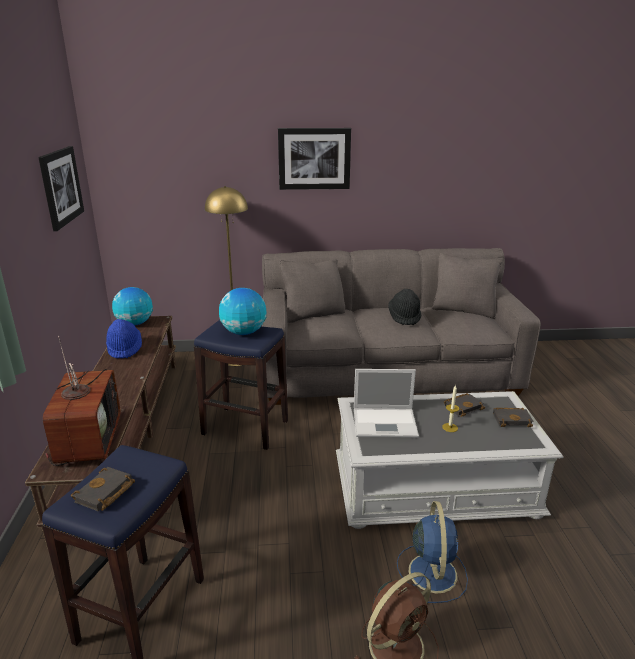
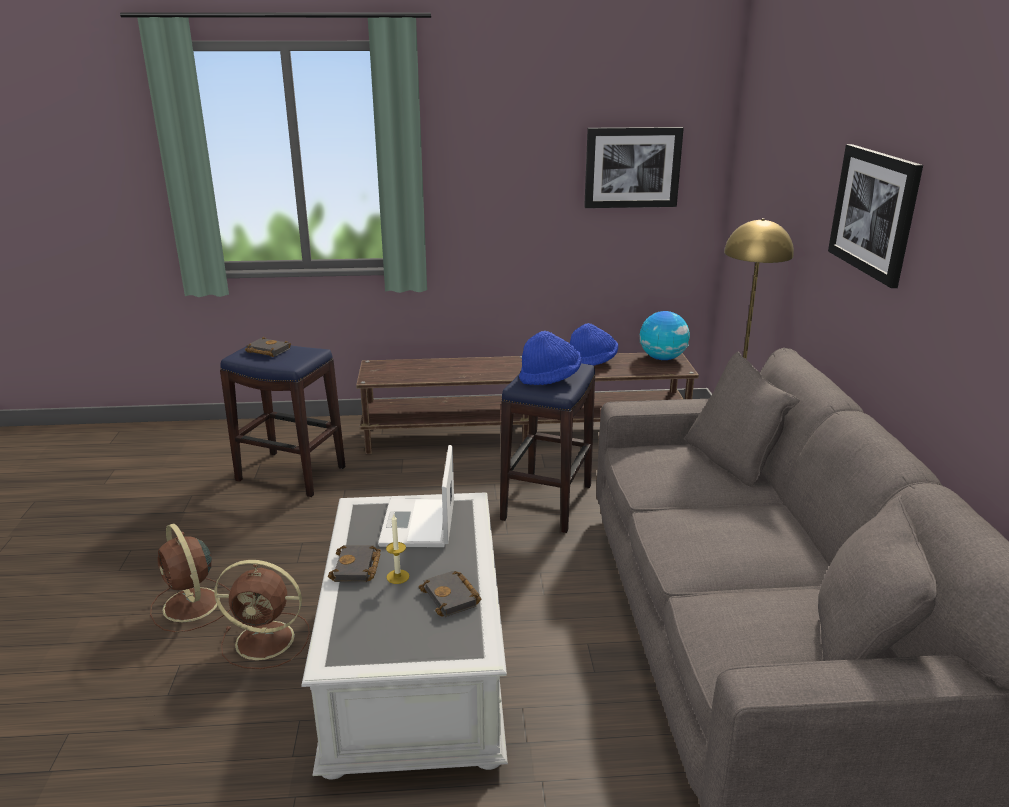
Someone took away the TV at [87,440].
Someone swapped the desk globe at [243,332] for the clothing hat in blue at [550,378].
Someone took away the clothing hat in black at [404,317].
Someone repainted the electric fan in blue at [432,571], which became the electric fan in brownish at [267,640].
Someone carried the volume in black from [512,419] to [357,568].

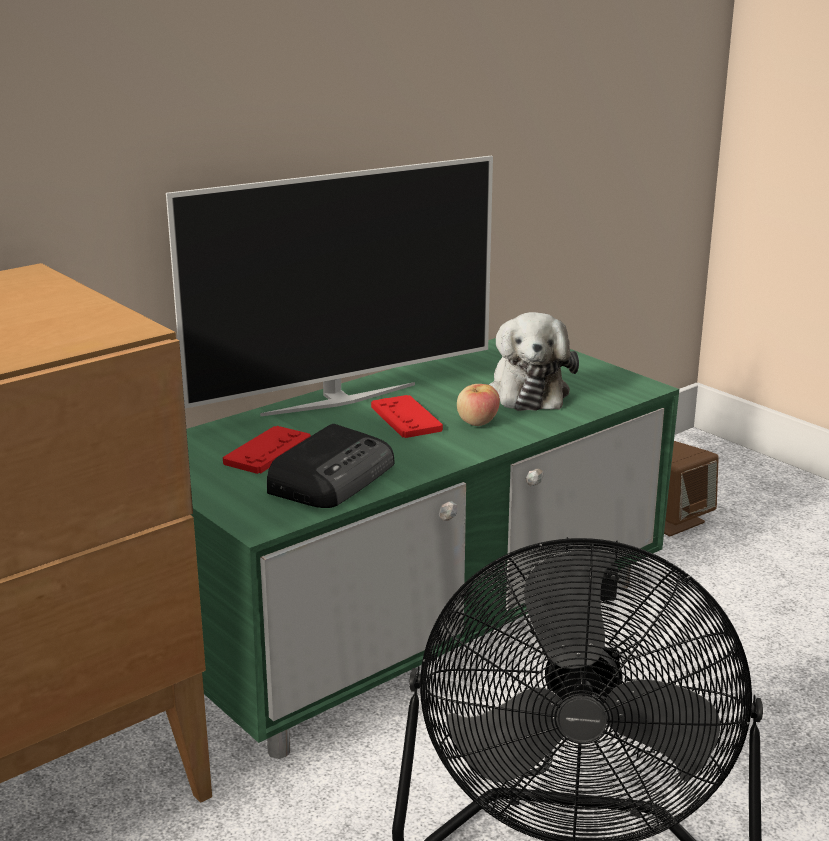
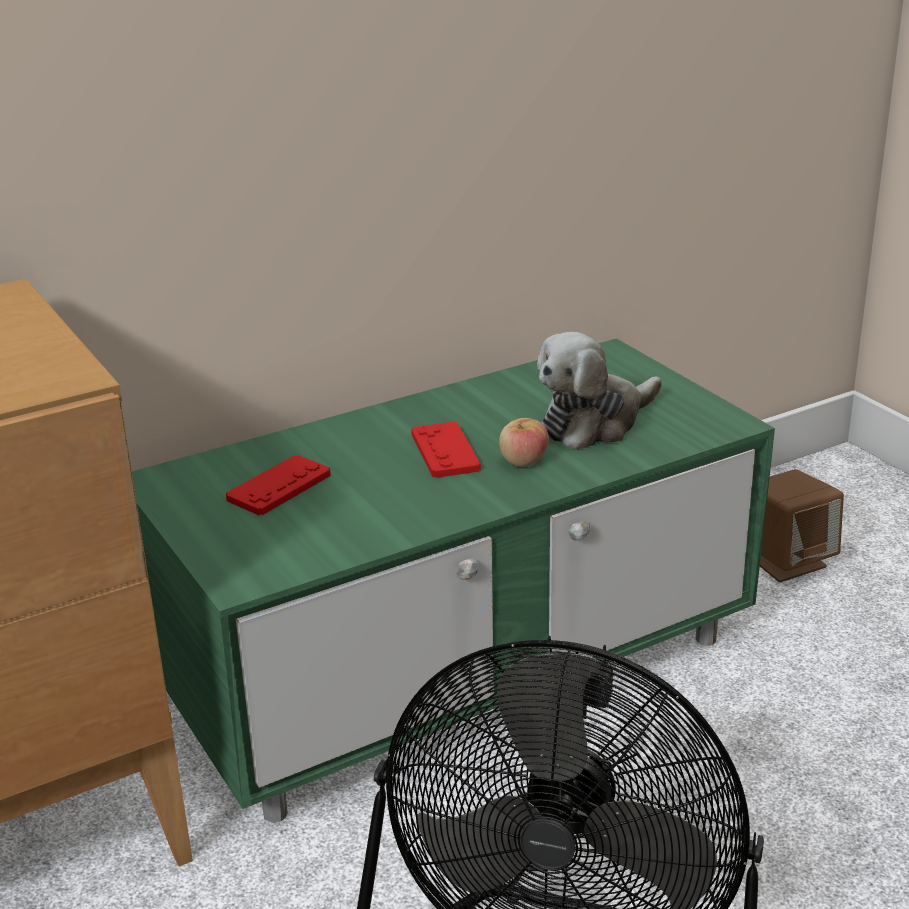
Someone took away the TV at [338,399].
Someone took away the radio set at [333,477].
Someone rotated the soft toy at [527,392] by 45 degrees clockwise.

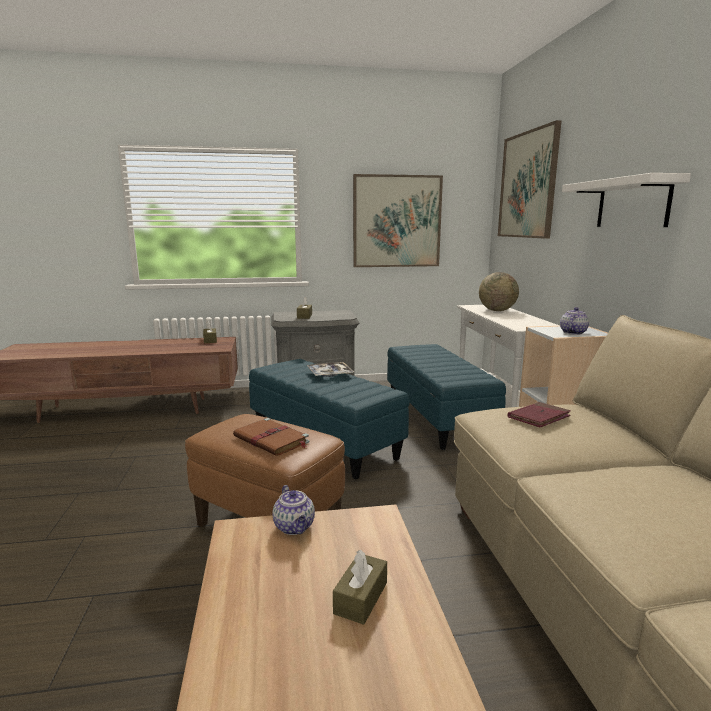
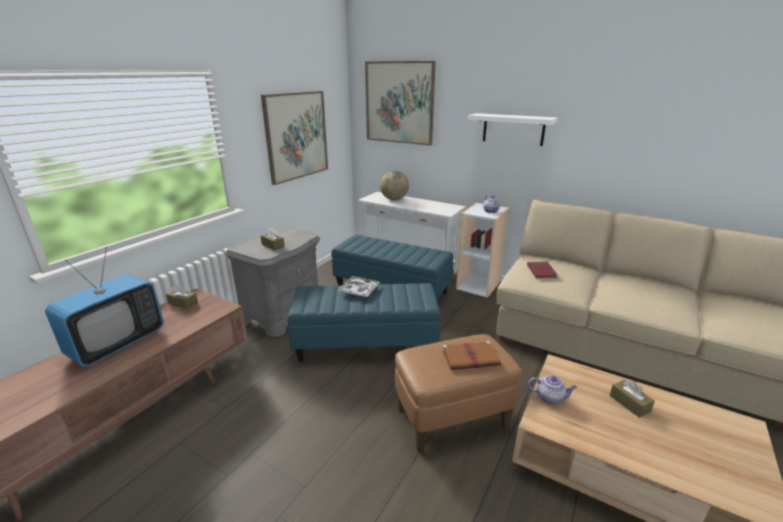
Someone put down the TV at [117,343].

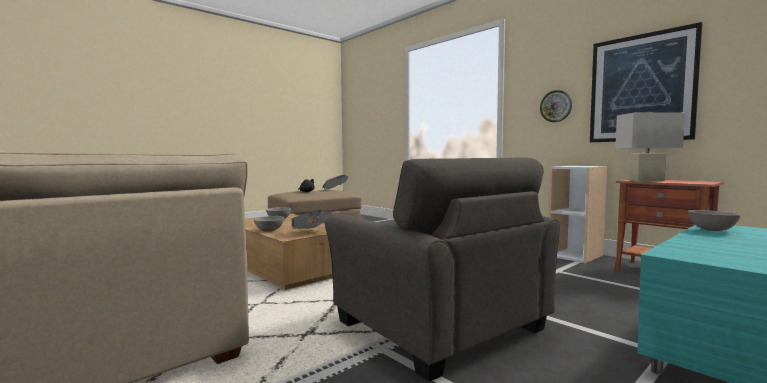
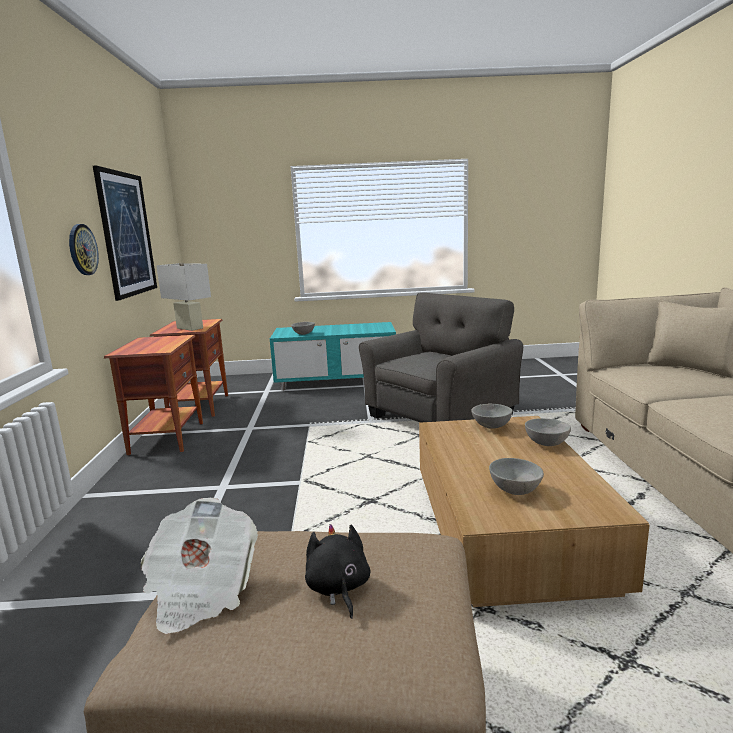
Someone swapped the printed paper at [312,232] for the bowl in gray at [491,427].
Someone rotated the easy chair in gray at [439,325] by 45 degrees clockwise.
Someone swapped the bookcase at [576,255] for the nightstand at [167,437].

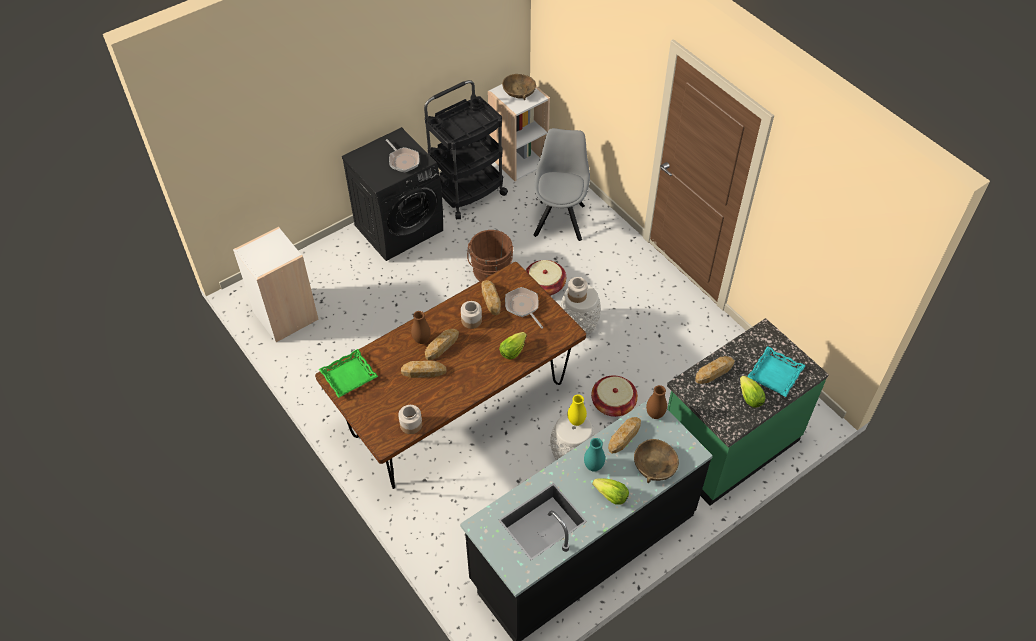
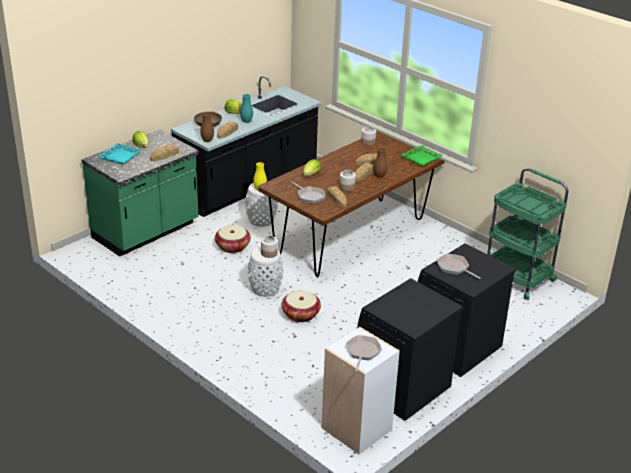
Someone swapped the bookcase at [285,315] for the cart in green-coloured at [516,278].
Someone swapped the cart in black at [467,192] for the laundry machine in black at [402,388].
Someone took away the water bucket in brownish at [491,273].
Someone swapped the bowl in brownish at [519,91] for the skillet at [362,352].
Someone took away the chair in gray at [560,220].

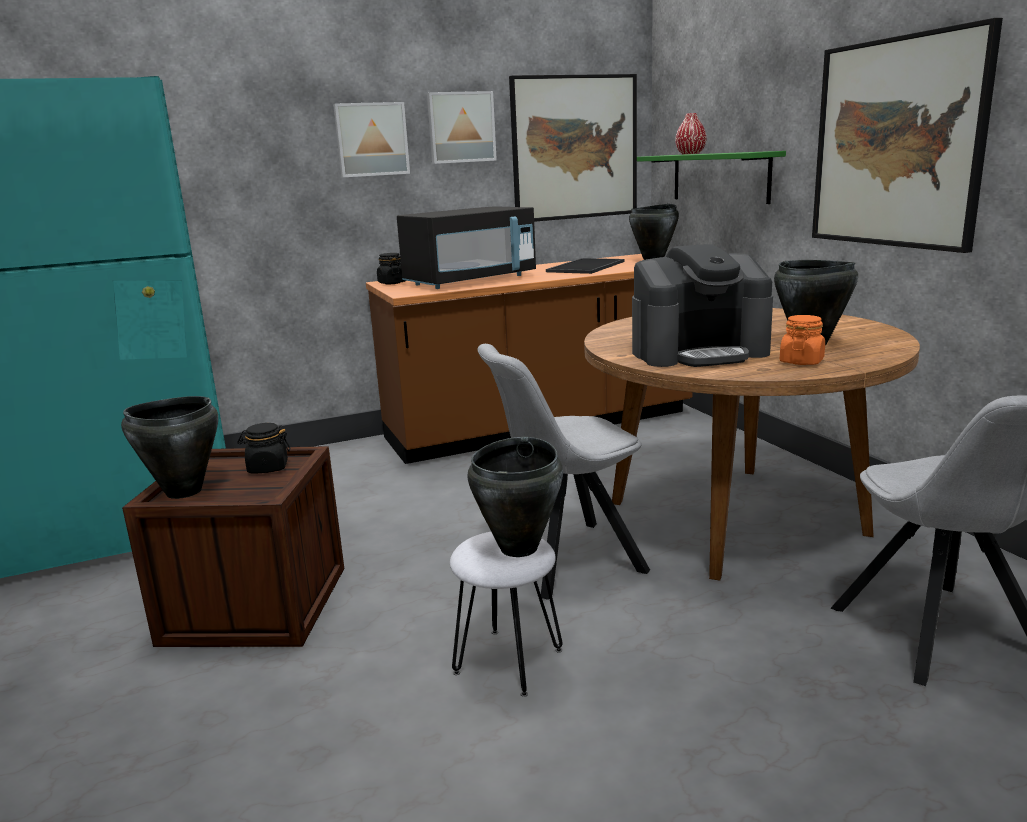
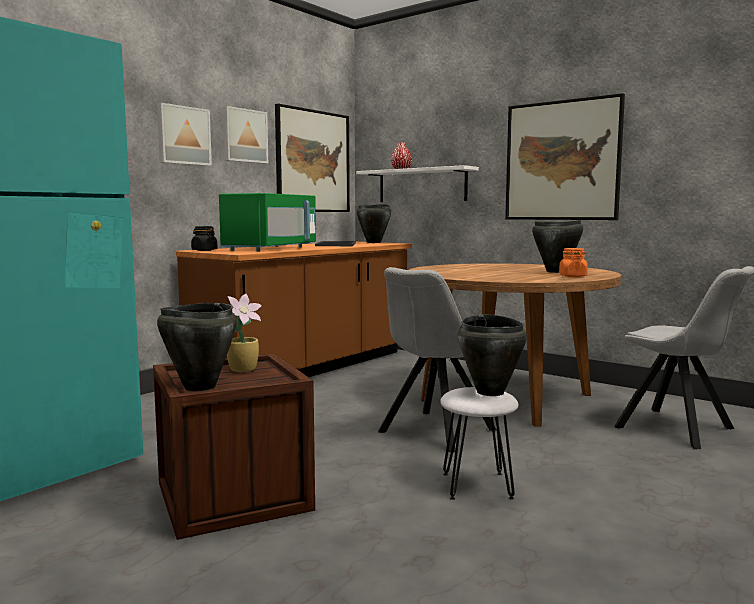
Someone swapped the preserve jar in black at [267,468] for the houseplant at [244,369].
Someone repainted the kitchen microwave in black at [471,281], which became the kitchen microwave in green-coloured at [271,249].
Someone took away the coffee machine at [699,352].
Someone repainted the wall shelf in green-coloured at [719,177], which became the wall shelf in whitish at [422,185].

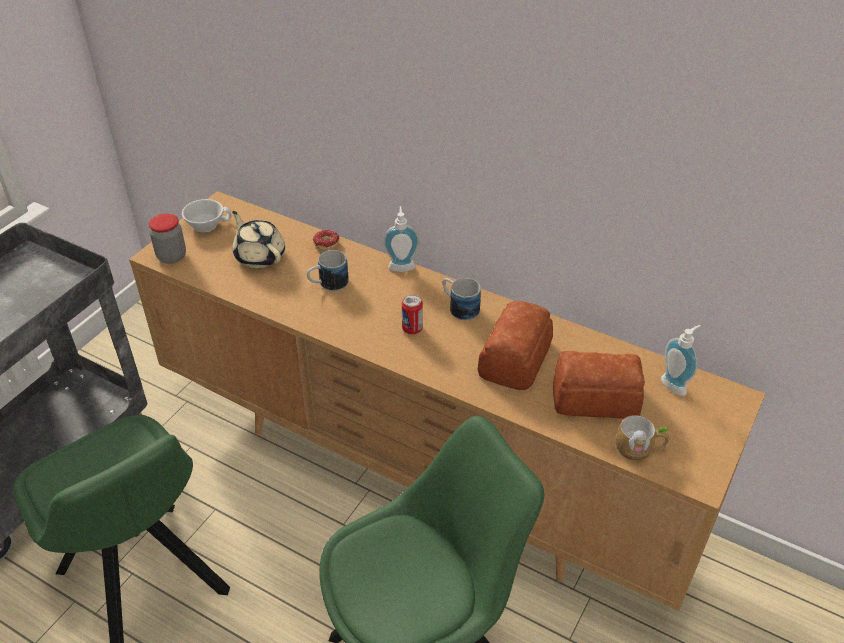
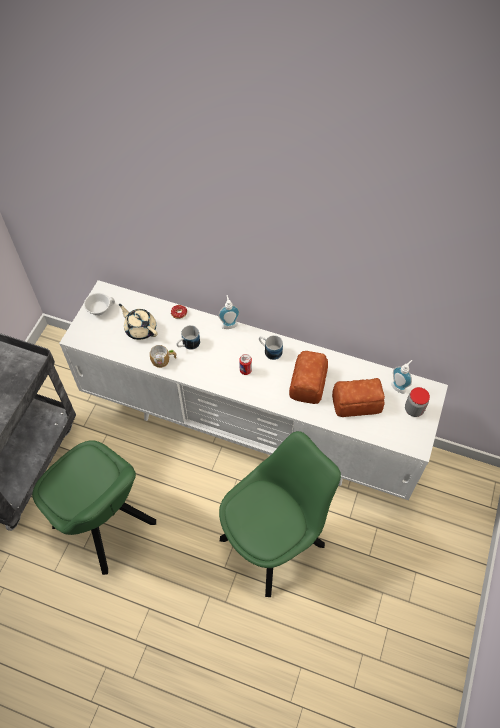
Someone repainted the storage cabinet in brownish at [425,469], which became the storage cabinet in whitish at [251,427].
Someone carried the preserve jar from [171,256] to [414,409].
Someone carried the tea mug from [640,448] to [164,360].

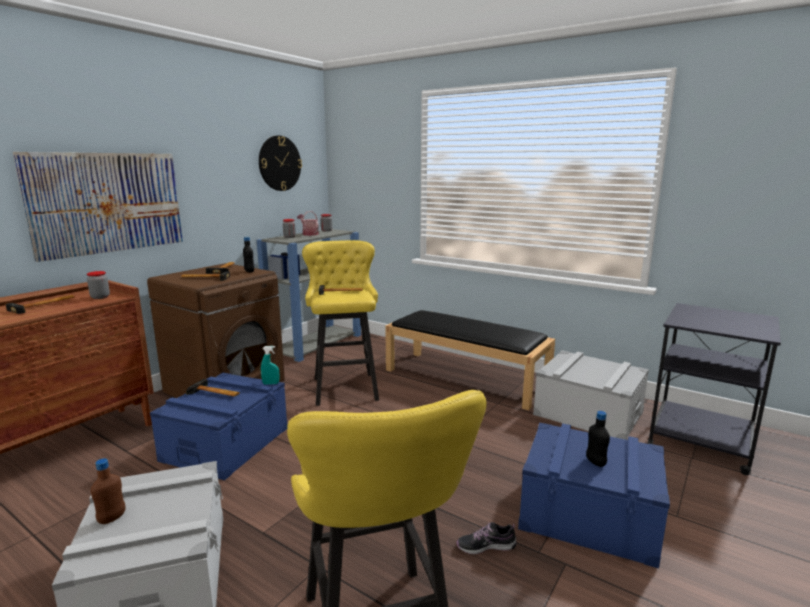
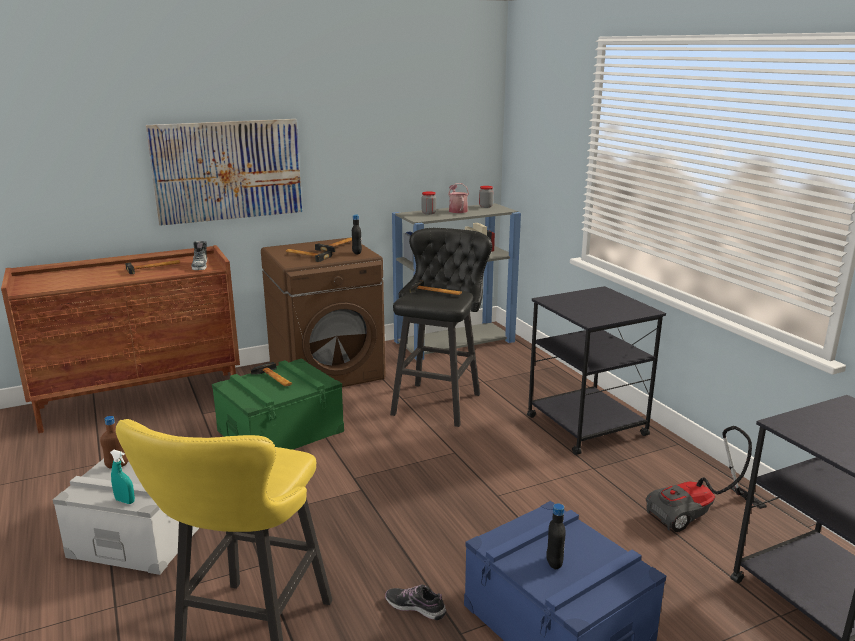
Someone swapped the preserve jar at [100,297] for the shoe at [200,265].
Someone repainted the storage box in blue at [226,443], which became the storage box in green-coloured at [280,431].
Someone took away the clock on the wall at [279,163].
Someone carried the sprayer in blue-green from [271,383] to [125,501].
Someone repainted the stool seat in yellow at [345,384], which became the stool seat in black at [440,399].
Someone swapped the bench in black at [466,378] for the cart in black at [587,427].
Someone swapped the storage box in gray at [588,413] for the vacuum cleaner at [699,515].

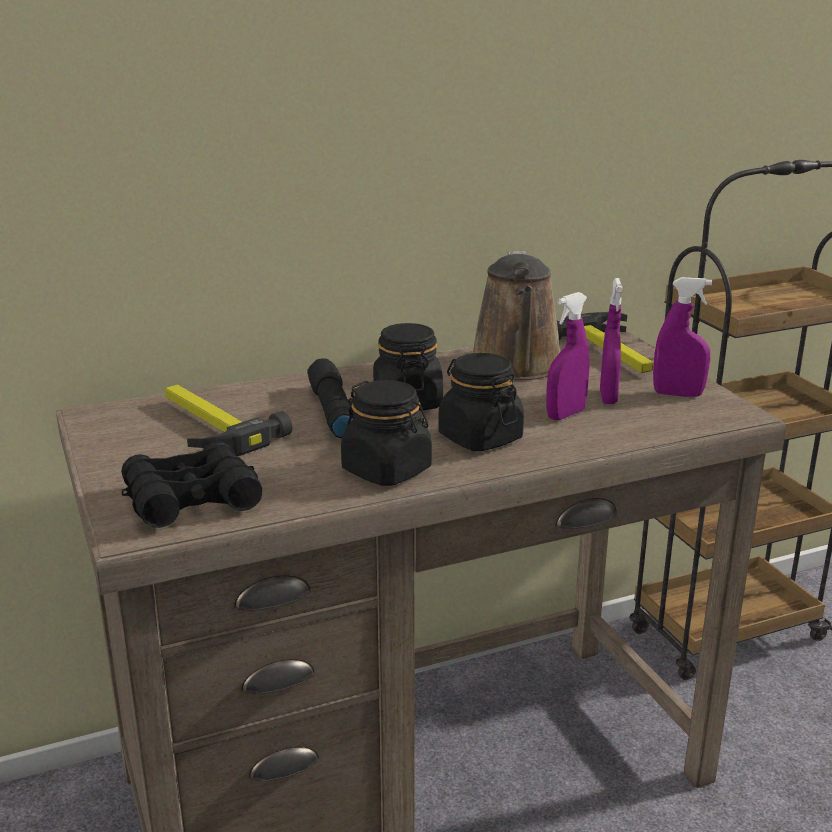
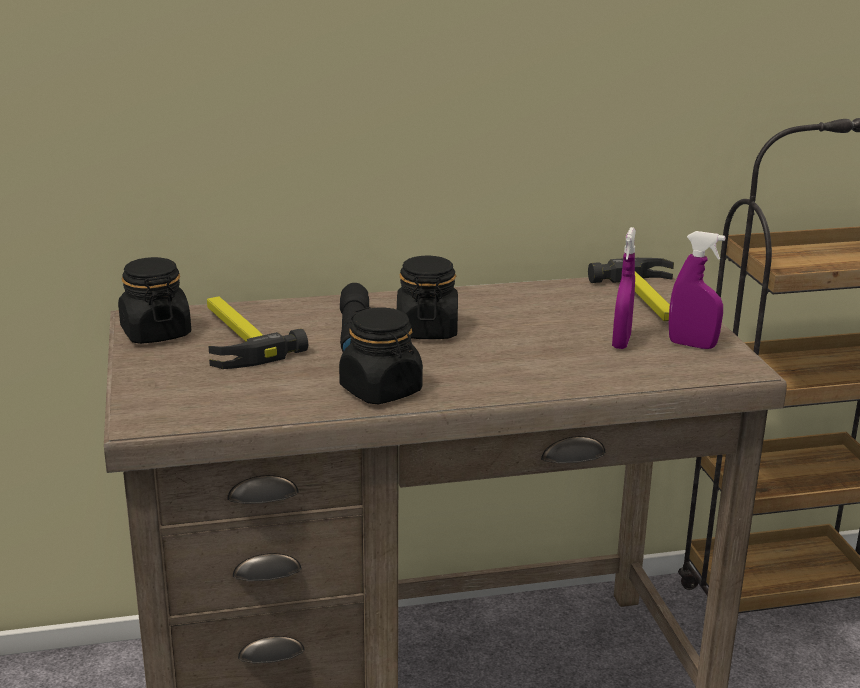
Someone took away the pair of binoculars in black at [191,499].
Someone carried the preserve jar in black from [479,437] to [155,333].
Someone took away the sprinkling can in brownish at [517,366].
Someone took away the sprayer in purplish at [565,414].

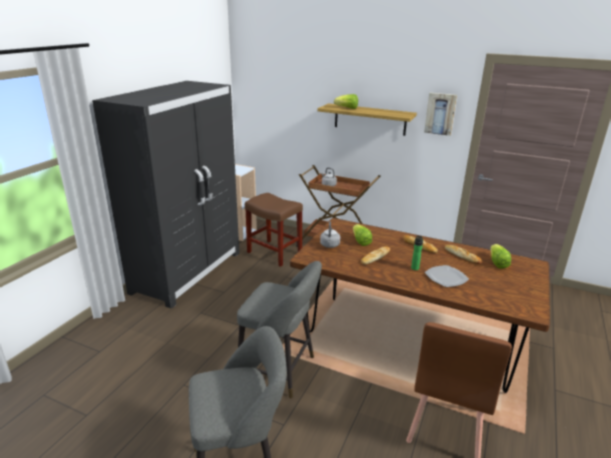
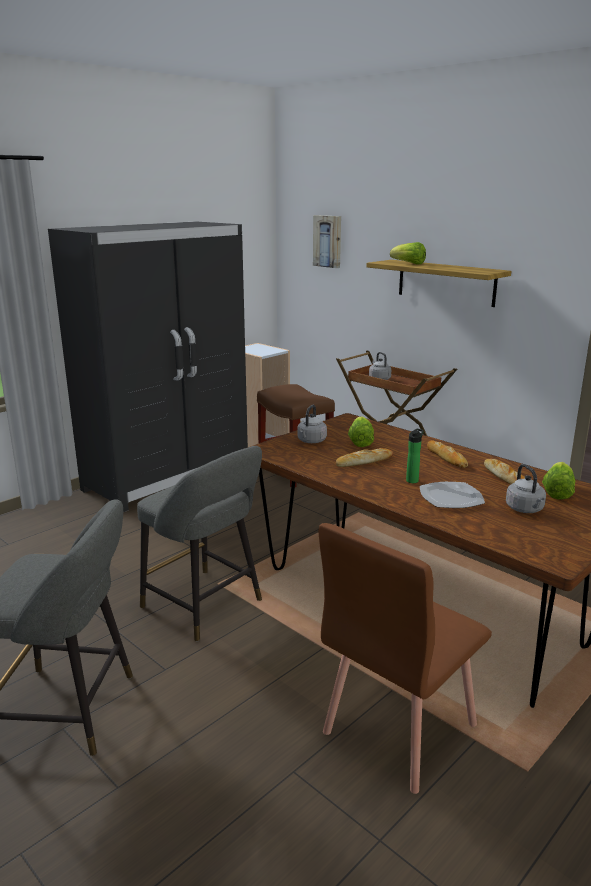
Someone carried the wall art from [440,113] to [328,241].
Someone put down the kettle in gray at [525,509].

